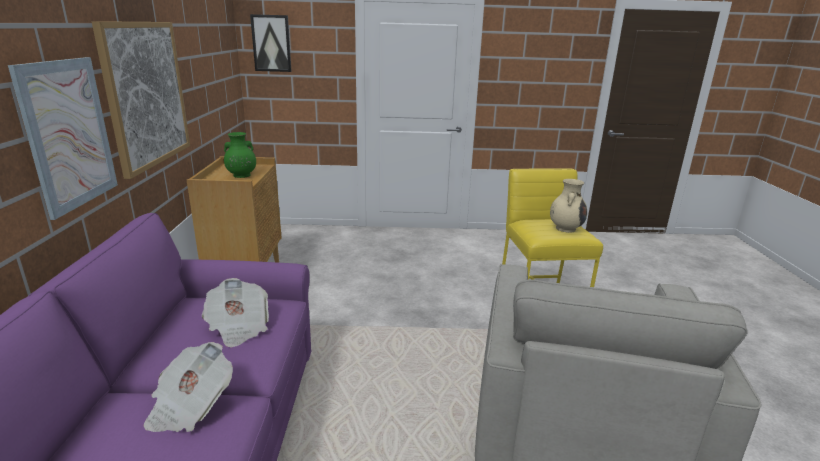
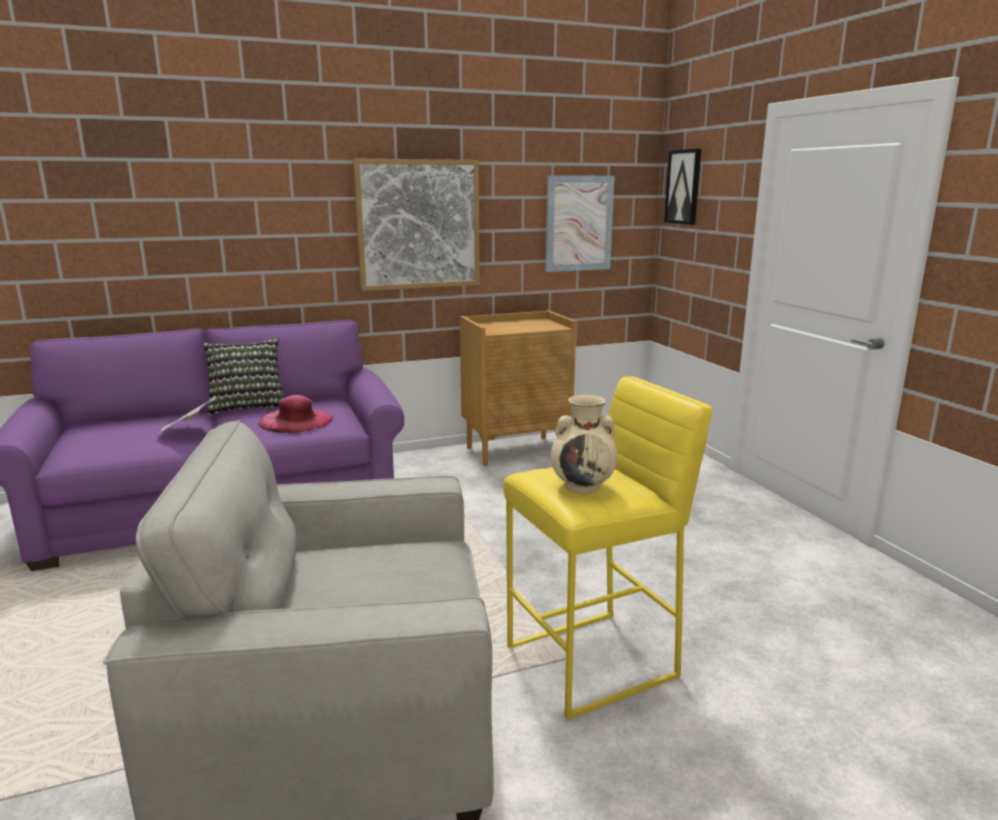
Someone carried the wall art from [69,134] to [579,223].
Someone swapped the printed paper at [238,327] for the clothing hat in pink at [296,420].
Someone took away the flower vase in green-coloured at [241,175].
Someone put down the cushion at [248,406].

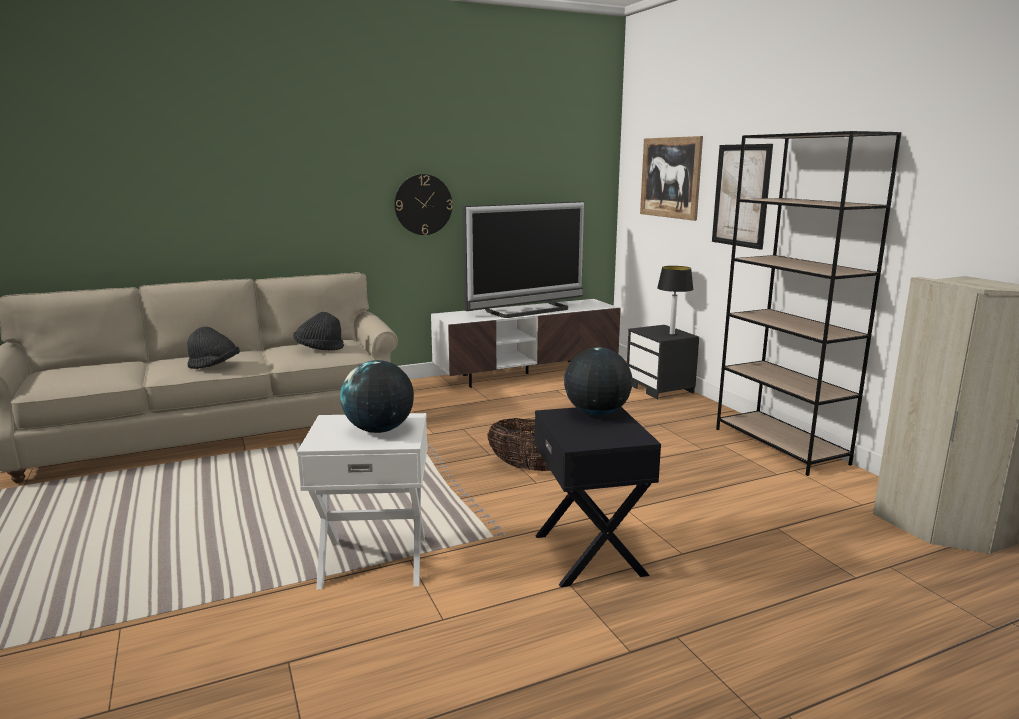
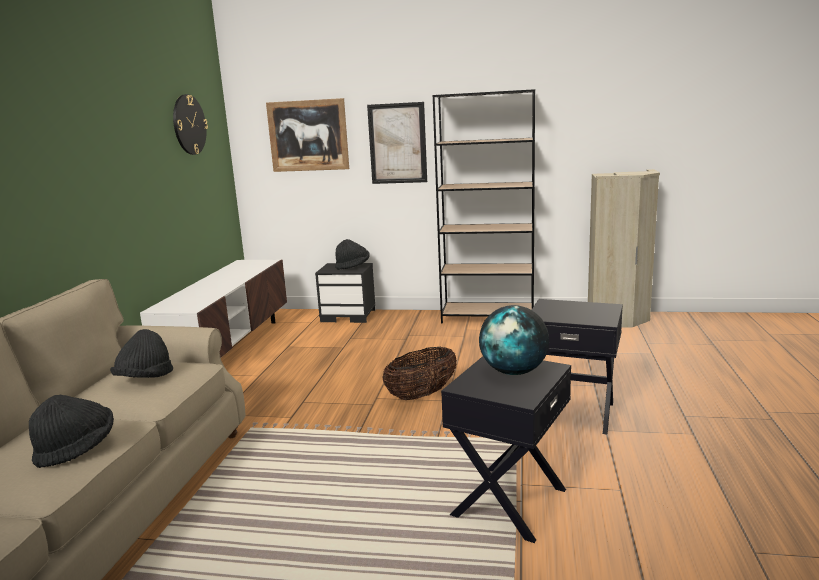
Someone repainted the end table in whitish at [374,560], which became the end table in black at [507,501].
Someone carried the clock on the wall from [423,204] to [189,124].
Someone took away the TV at [529,310].
Someone took away the desk globe at [596,413].
Someone swapped the tabletop lamp at [671,333] for the clothing hat in black at [353,266].

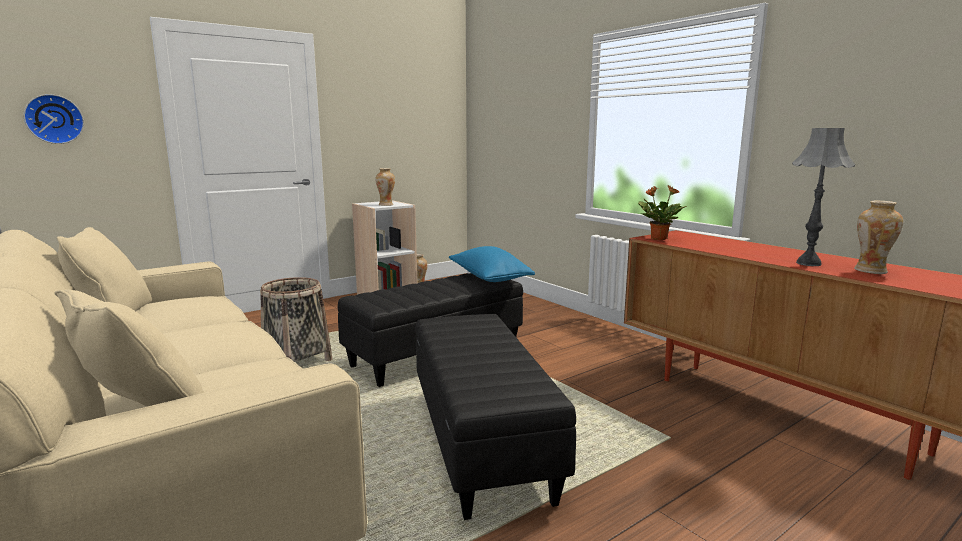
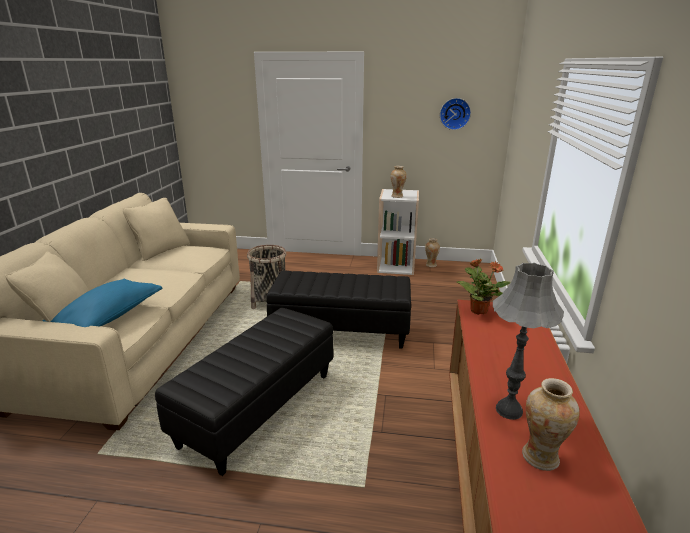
Someone carried the clock on the wall from [54,119] to [455,113].
Someone carried the cushion in blue from [489,279] to [109,316].

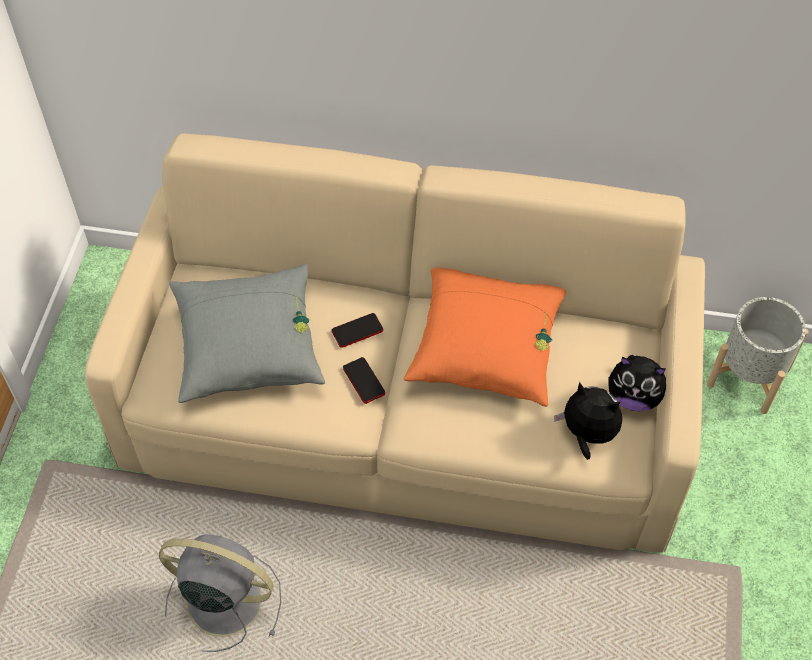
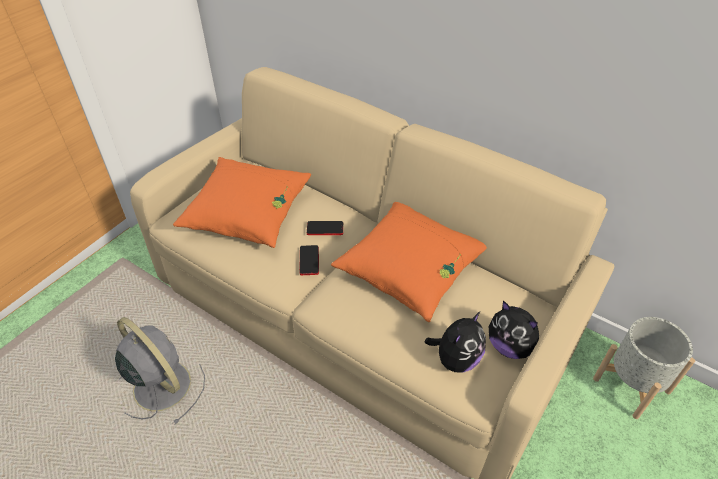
Someone repainted the cushion in gray at [248,347], which became the cushion in orange at [247,214].
Someone rotated the soft toy at [587,434] by 75 degrees clockwise.

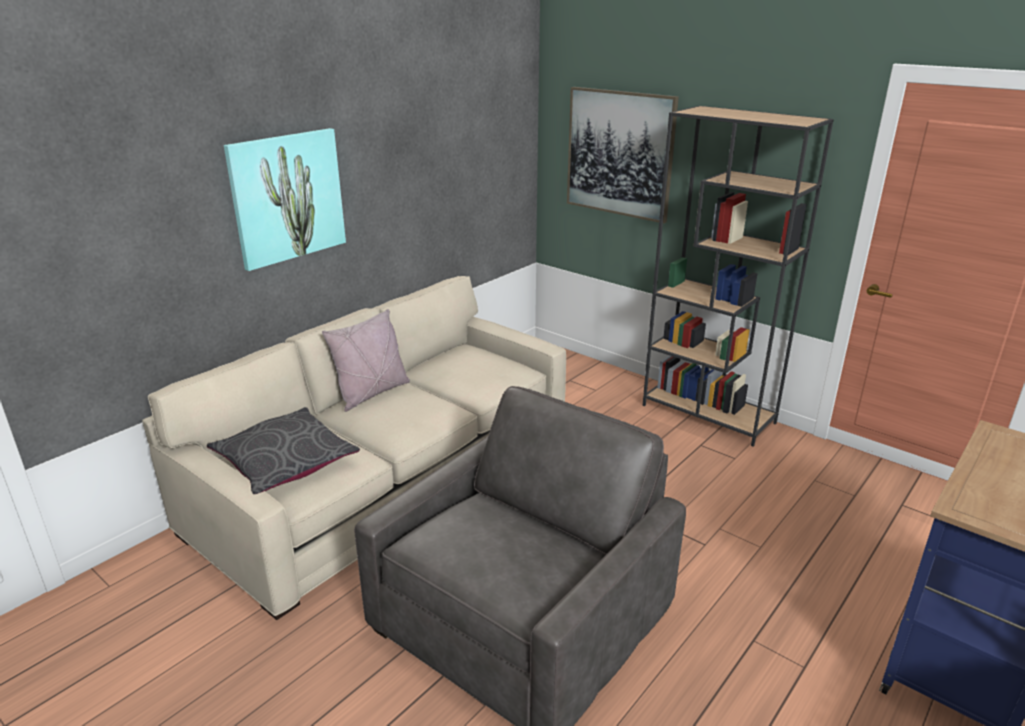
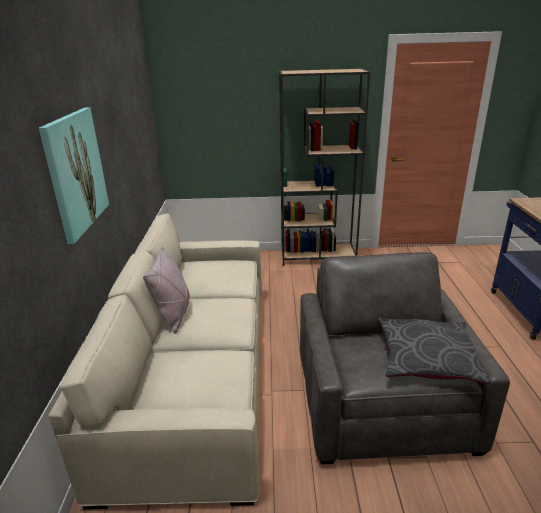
Someone carried the cushion in gray from [285,462] to [426,358].
Someone took away the wall art at [620,153].

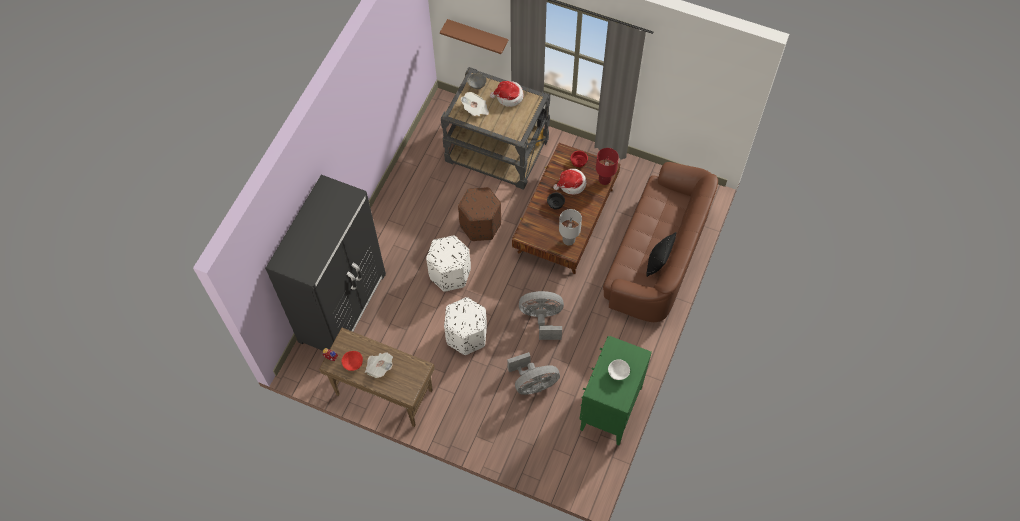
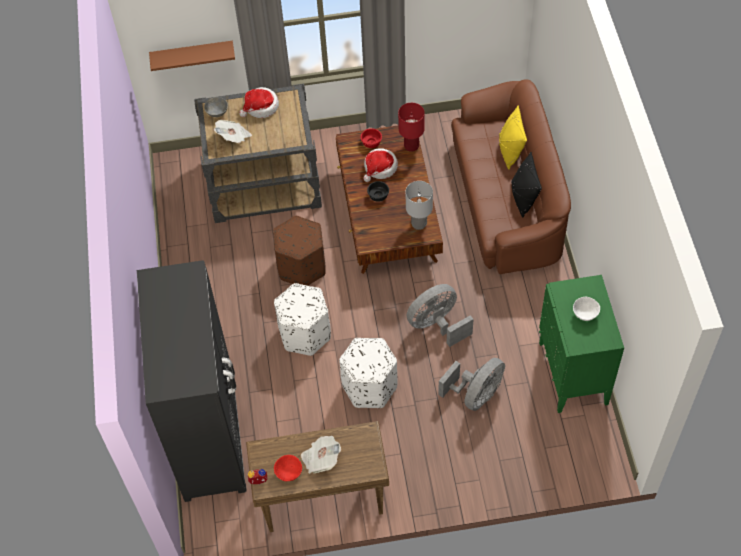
Someone put down the cushion in yellow at [510,151].

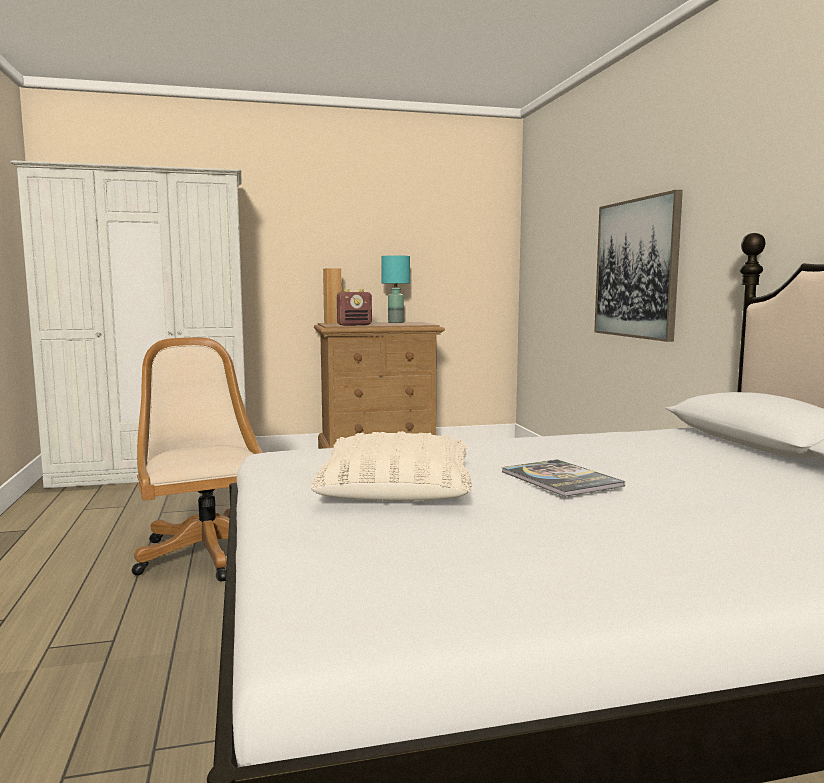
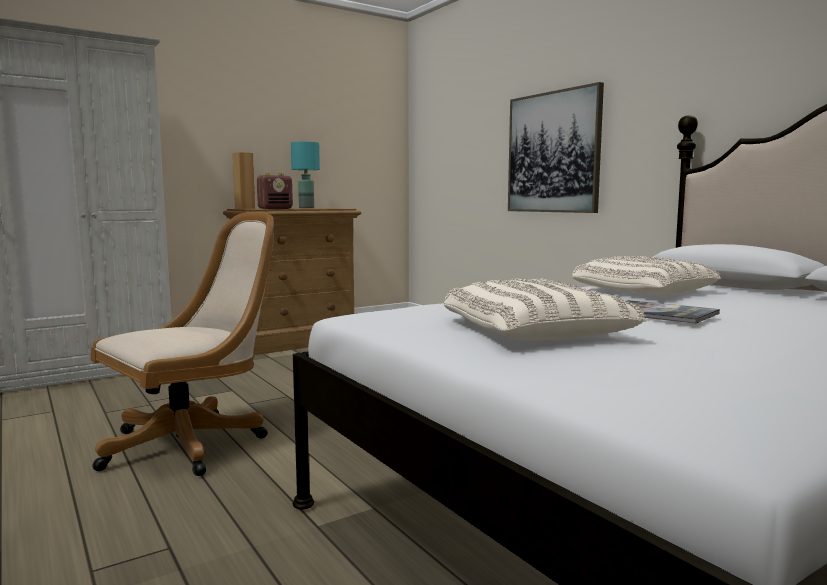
Someone rotated the office chair at [205,550] by 90 degrees clockwise.
Someone put down the cushion in sand-coloured at [643,291].

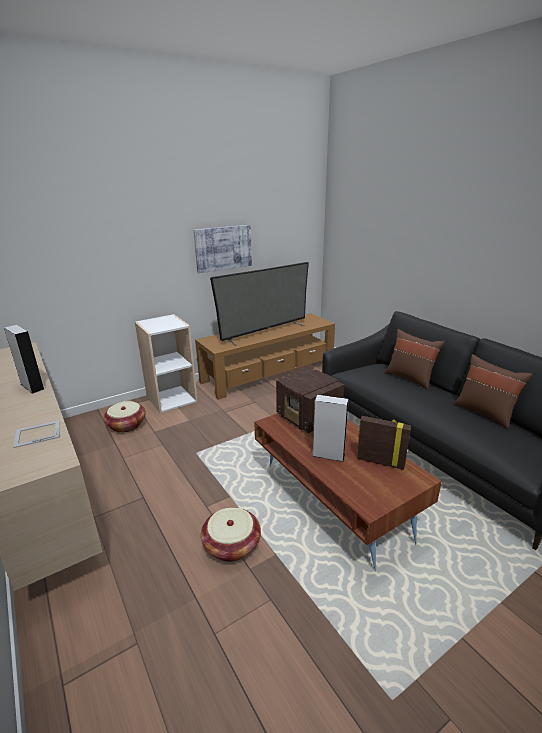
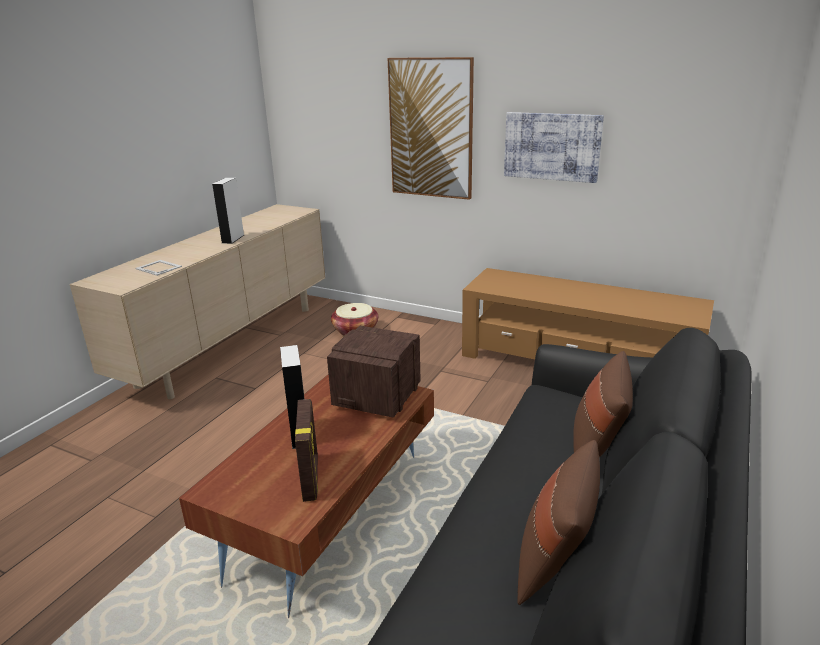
Someone took away the bookcase at [172,398].
Someone took away the basket at [231,545].
Someone took away the TV at [264,332].
Someone put up the wall art at [431,129].

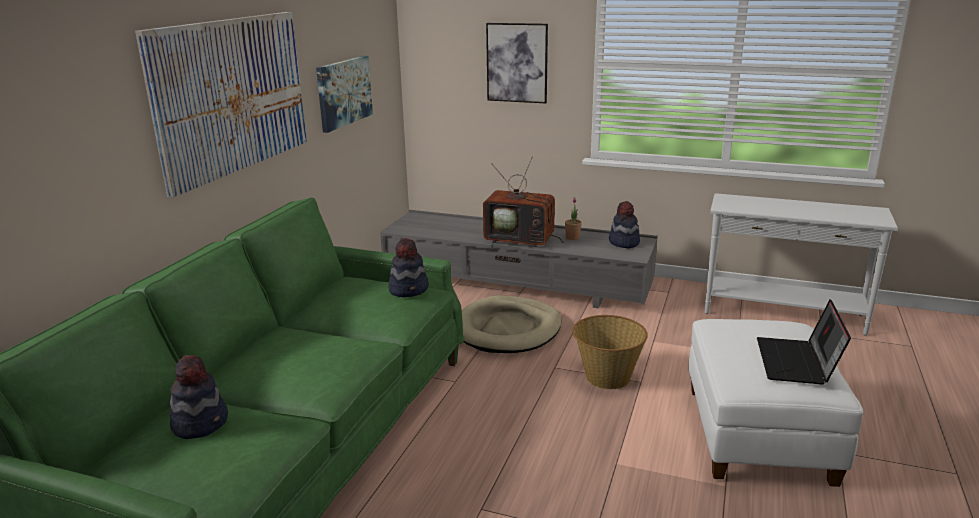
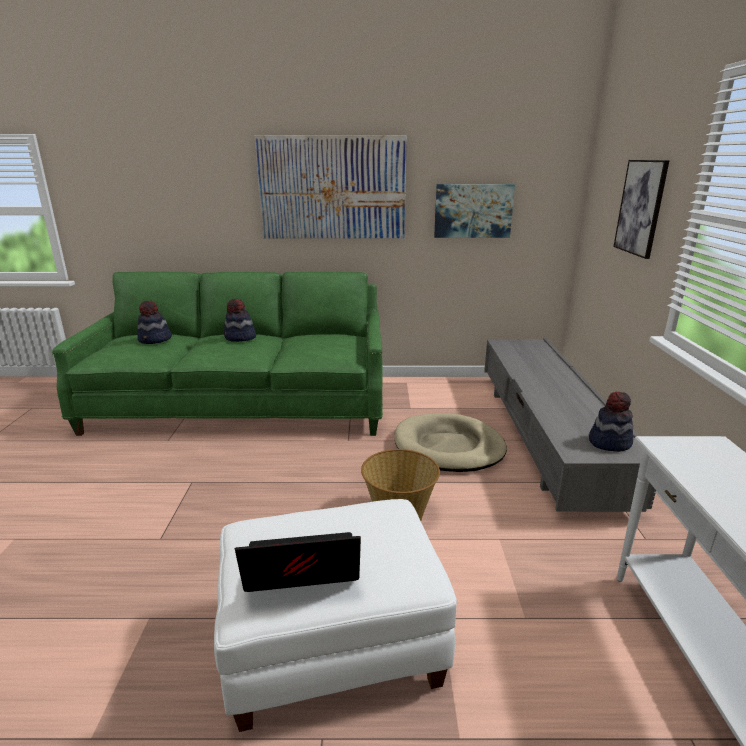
Someone carried the clothing hat from [409,289] to [240,338].
Someone took away the TV at [522,239].
Someone took away the houseplant at [572,237].

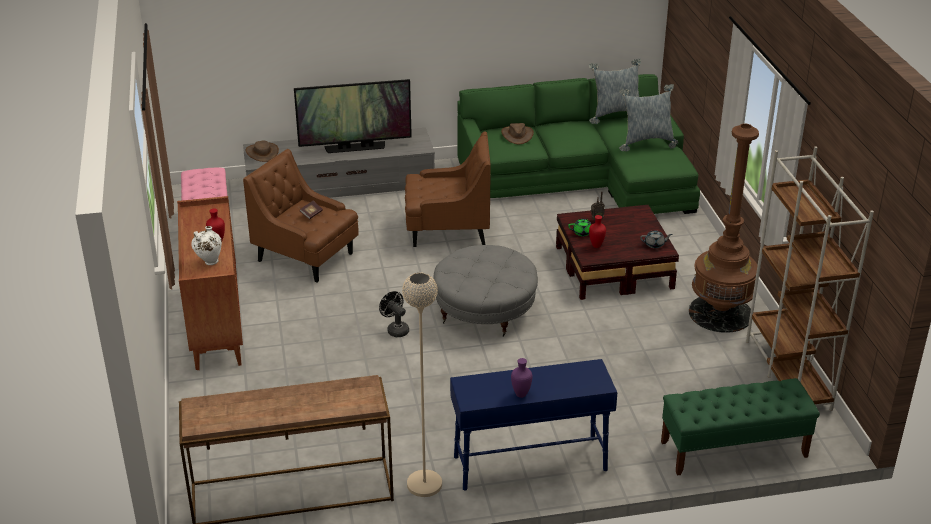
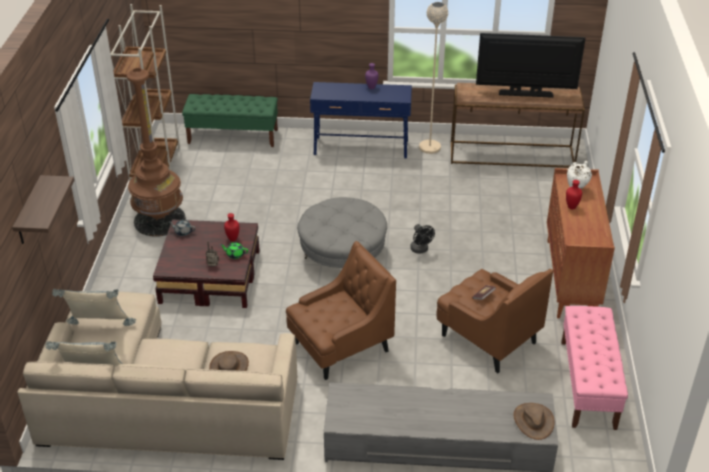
Someone carried the TV from [355,148] to [525,93].
Someone rotated the easy chair in brownish at [447,230] by 135 degrees clockwise.
Someone repainted the sofa in green-coloured at [581,177], which became the sofa in sand-coloured at [159,399].
Someone put up the wall shelf at [29,212].

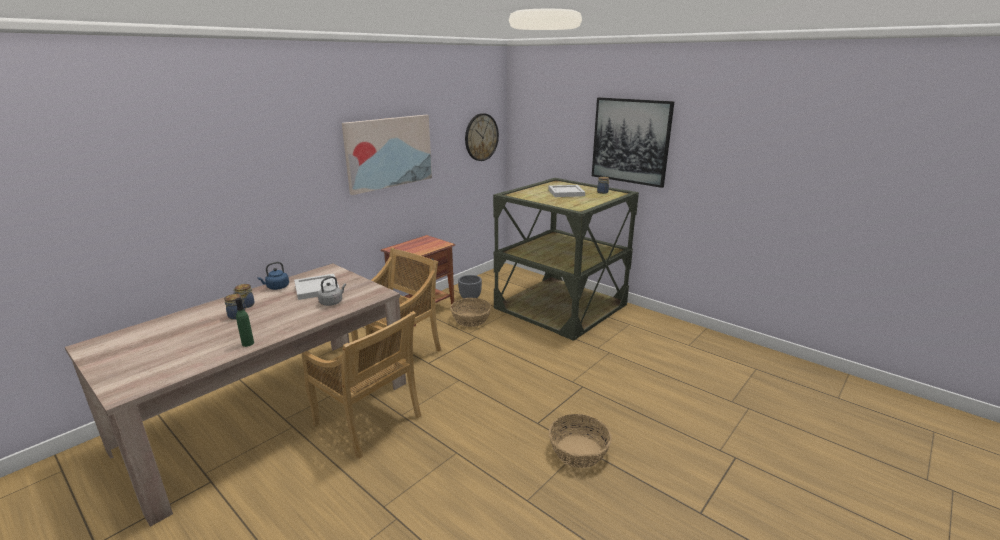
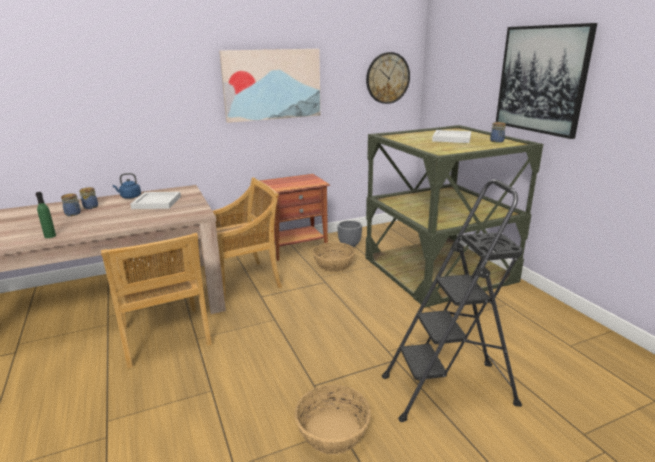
Someone took away the kettle in gray at [332,302].
Someone put down the step ladder at [450,389].

